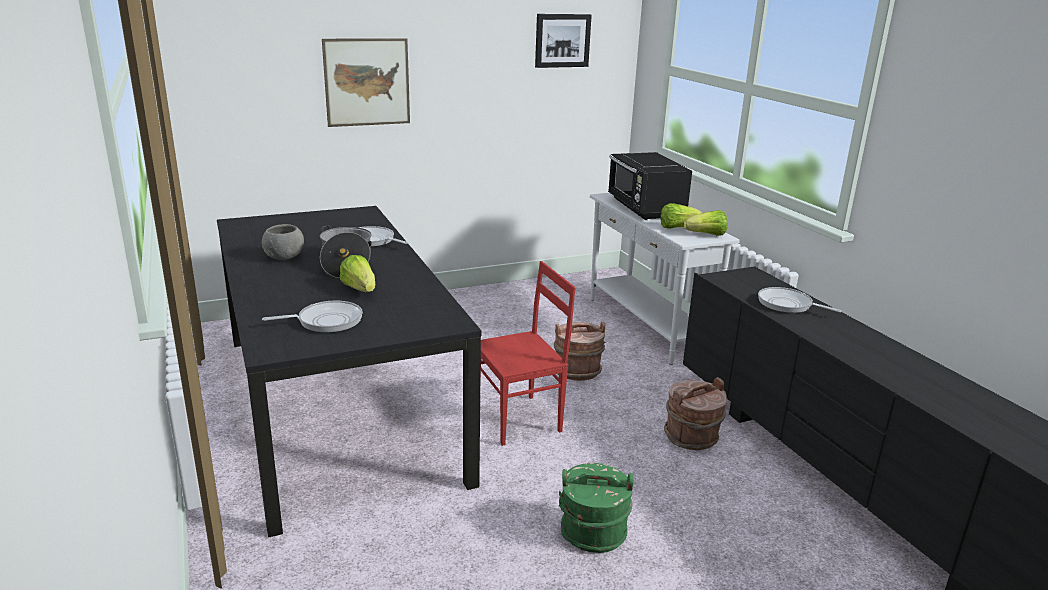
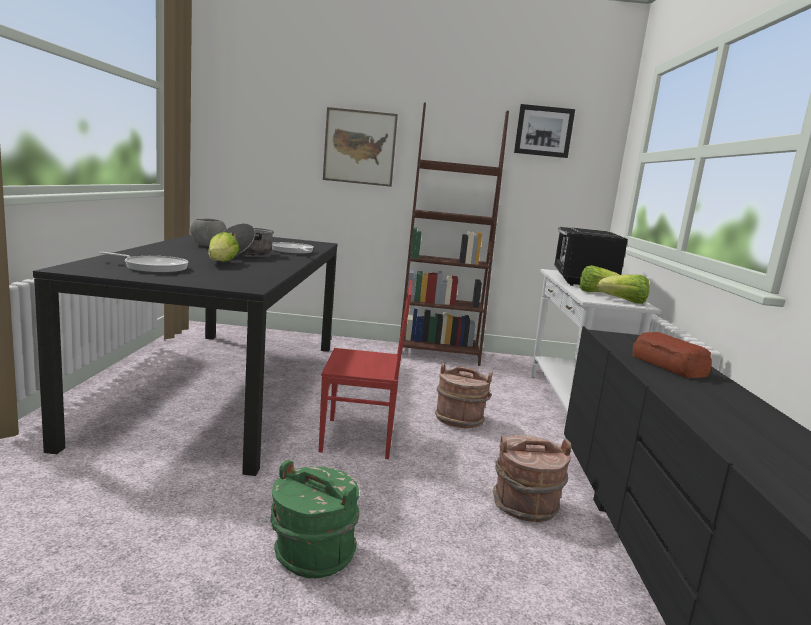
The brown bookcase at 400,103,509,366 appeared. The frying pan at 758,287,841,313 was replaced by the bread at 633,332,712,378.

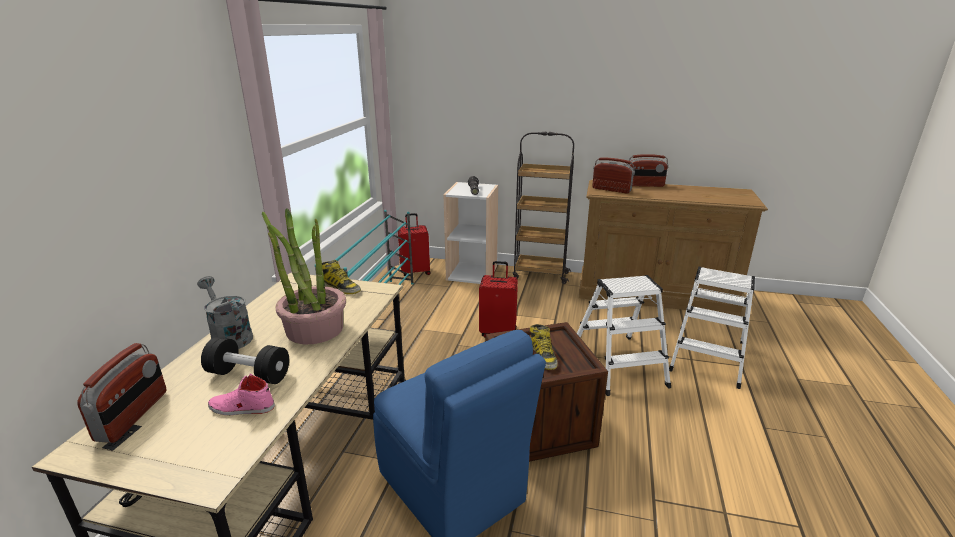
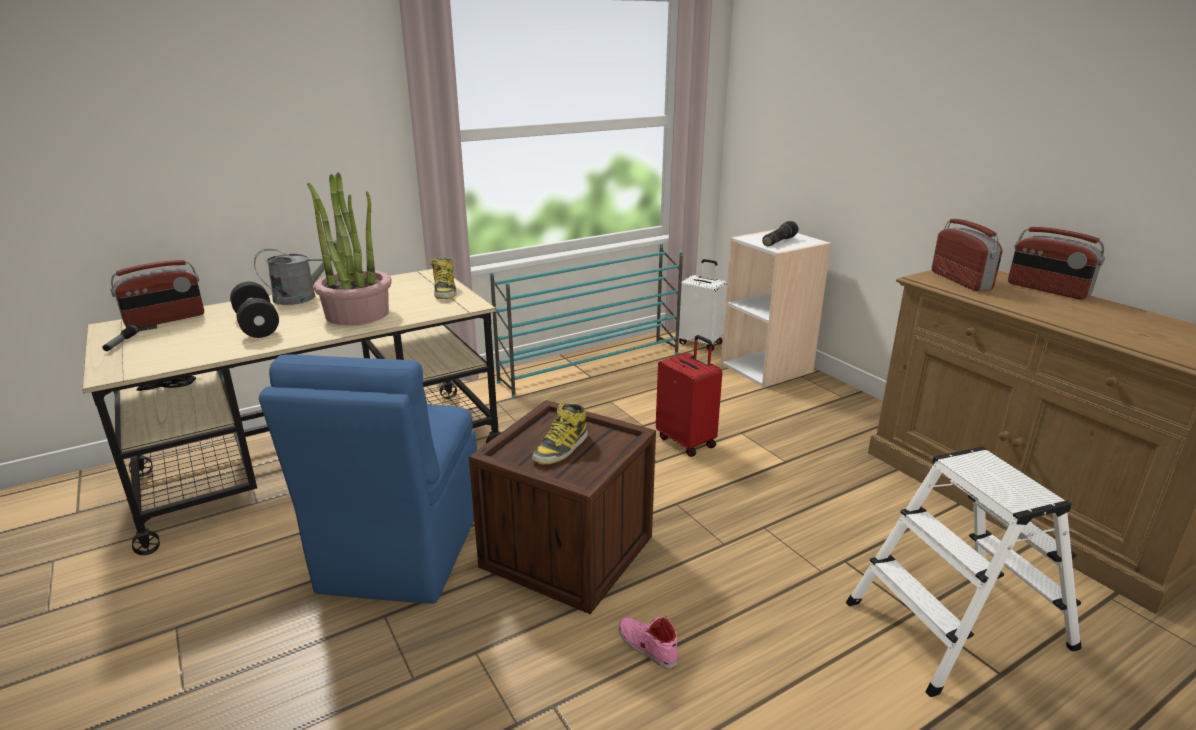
The flashlight at 102,324,139,351 appeared. The grey watering can at 197,276,253,349 turned 60 degrees clockwise. The pink shoe moved from 208,373,275,415 to 618,615,678,669. The red suitcase at 398,213,431,276 became the white suitcase at 679,259,727,351. The brown cart at 513,132,574,284 disappeared. The white step ladder at 577,275,671,396 disappeared.

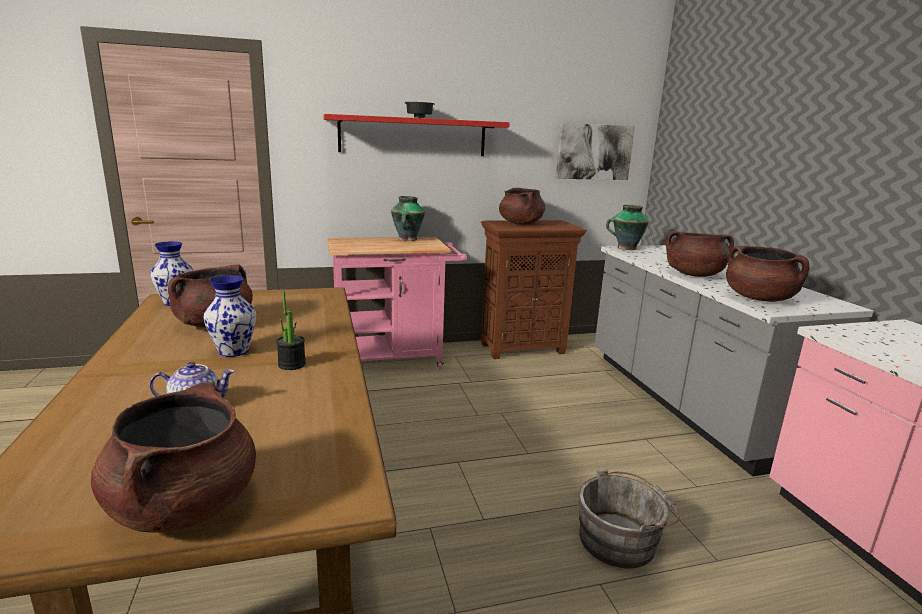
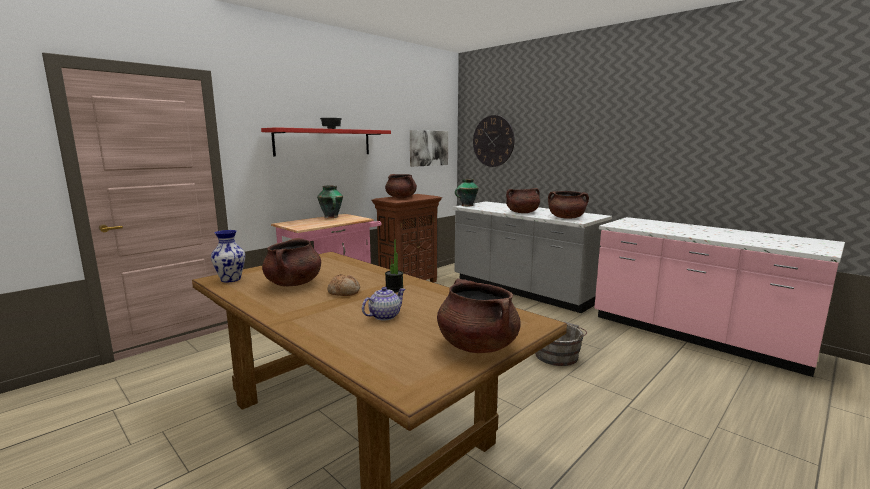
The vase at 204,275,256,357 was replaced by the bread at 327,274,360,296. The wall clock at 473,115,515,167 appeared.

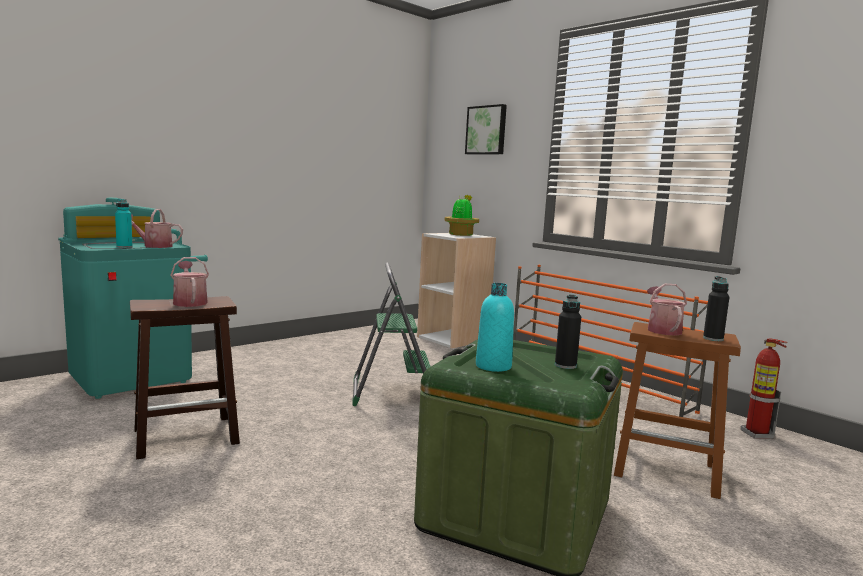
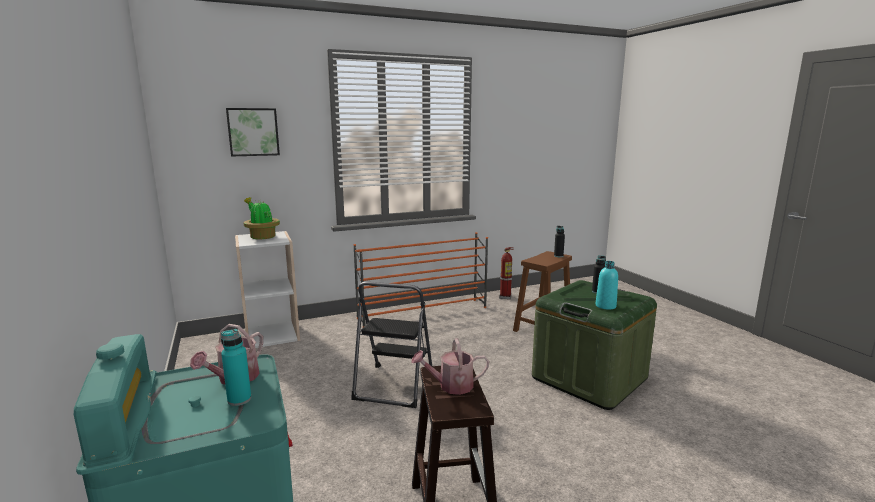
The green step ladder at 353,262,431,406 became the black step ladder at 351,282,432,408. The watering can at 647,283,687,336 disappeared.

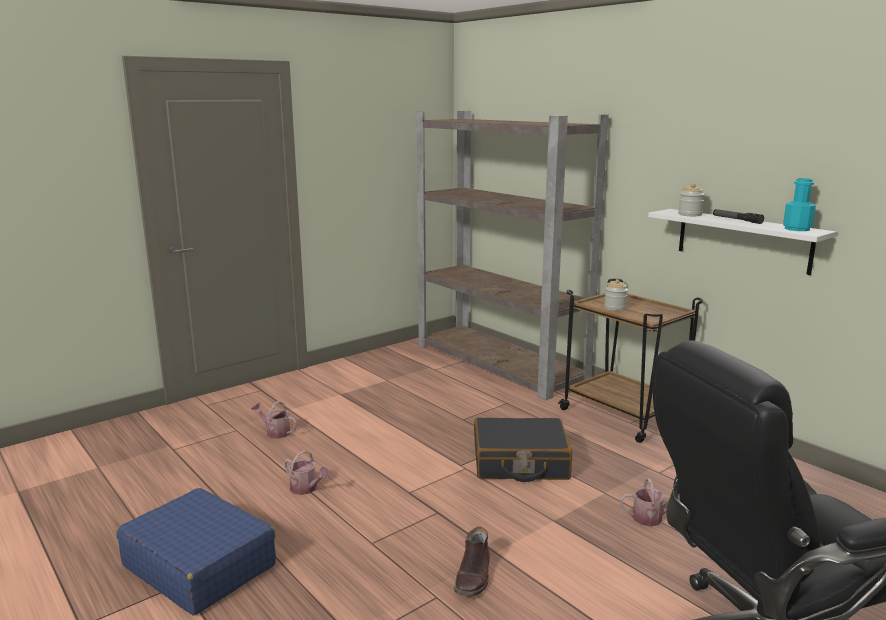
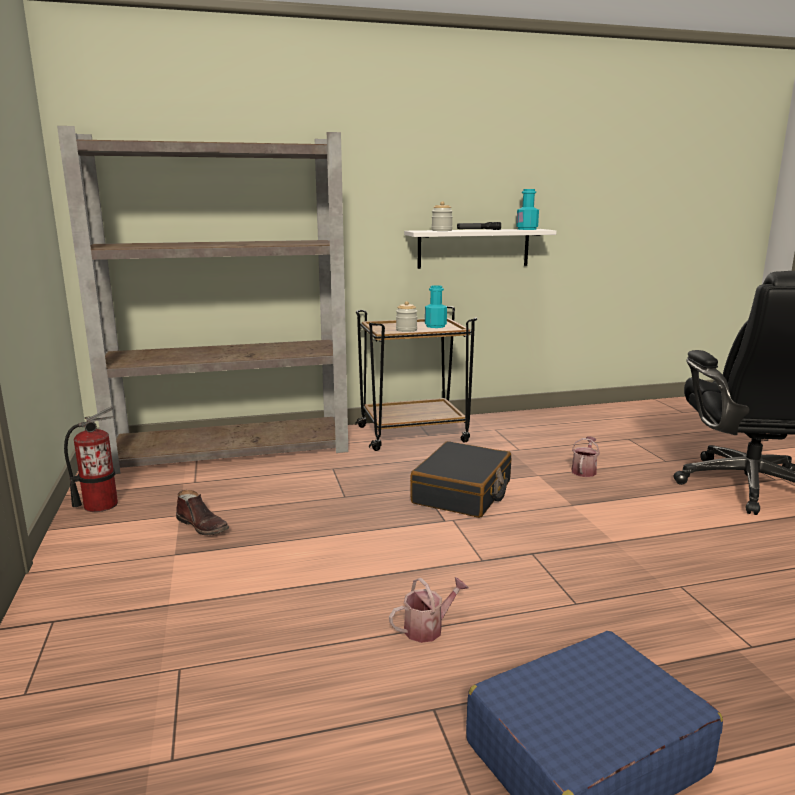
The fire extinguisher at 64,407,118,512 appeared. The brown boot moved from 454,527,490,596 to 176,490,229,535. The turquoise bottle at 425,285,447,328 appeared. The watering can at 252,401,297,439 disappeared.

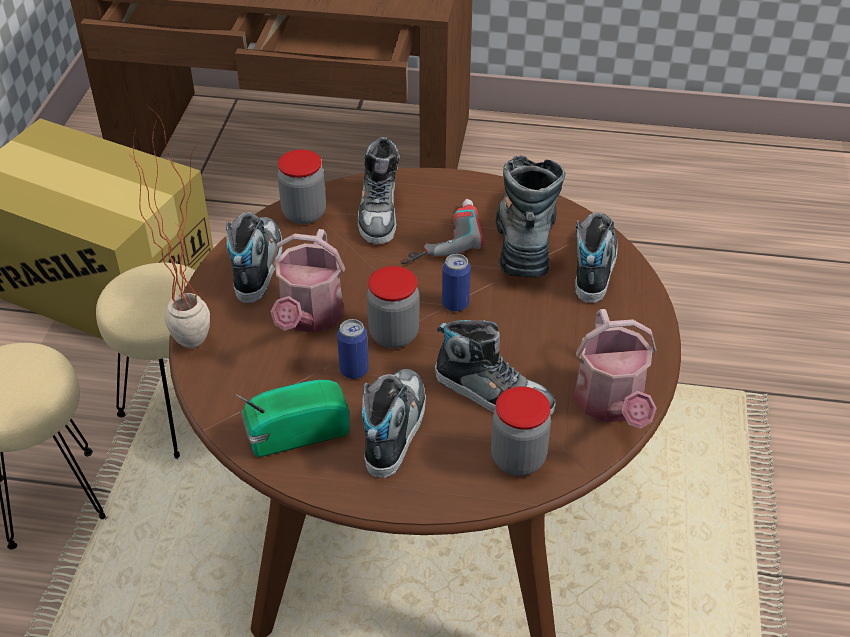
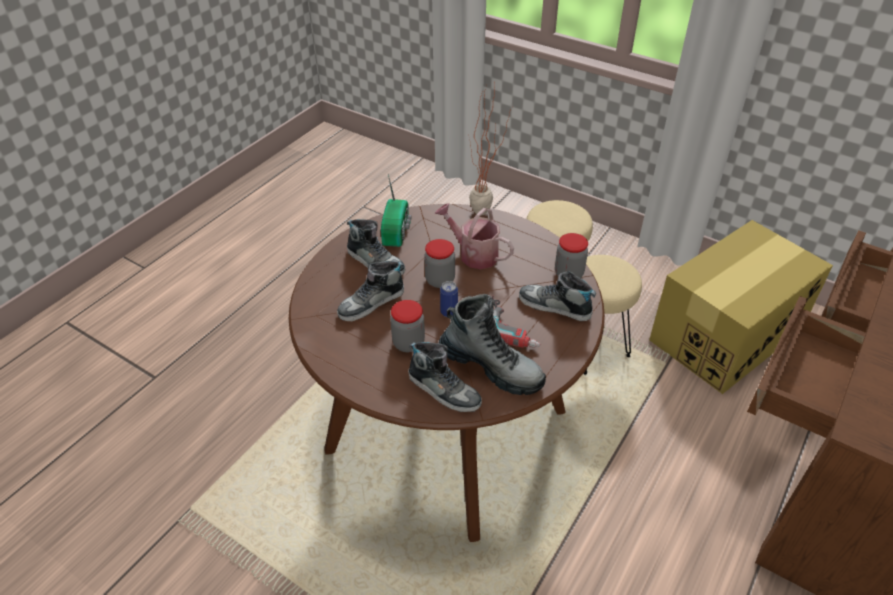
The jar moved from 491,386,551,476 to 390,300,425,352. The shoe at 226,212,282,303 disappeared. The can at 337,319,369,379 disappeared. The watering can at 574,309,657,429 disappeared.

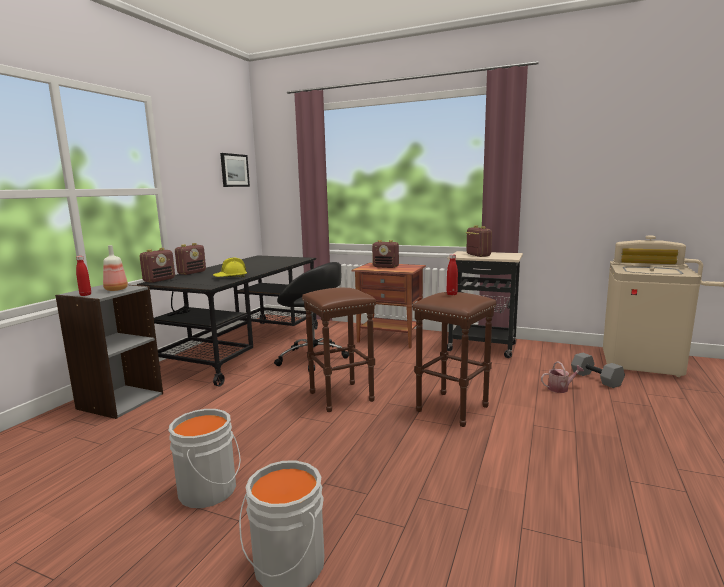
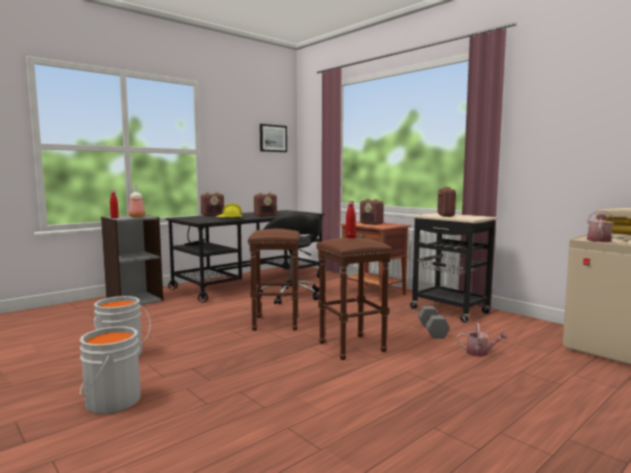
The radio moved from 139,248,175,283 to 254,192,277,217. The grey dumbbell moved from 571,353,625,388 to 418,306,450,338. The watering can at 587,210,614,242 appeared.

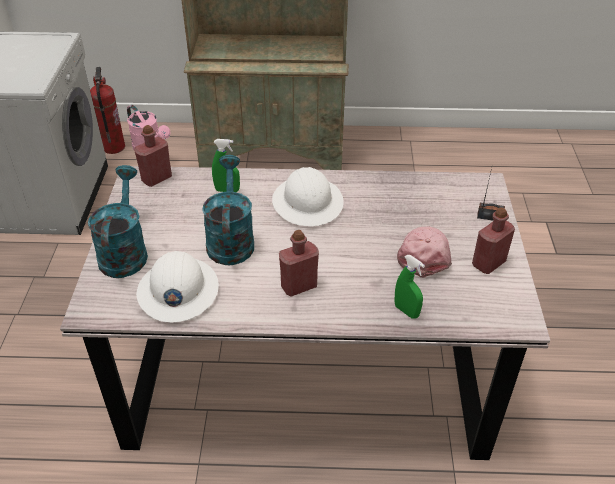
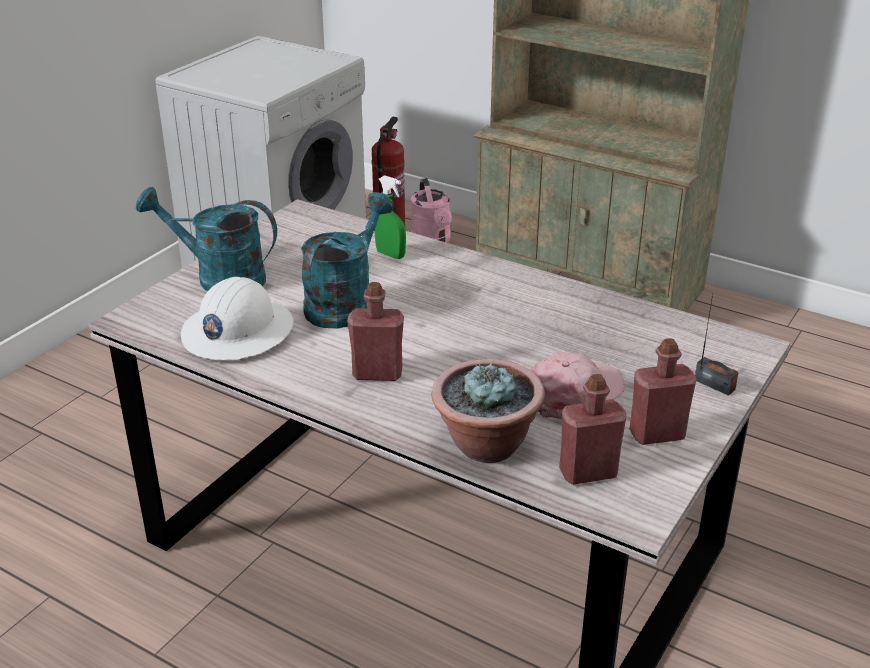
The turquoise watering can at 88,165,148,278 turned 105 degrees counterclockwise. The green spray bottle at 394,255,425,319 was replaced by the potted plant at 432,359,545,463. The red bottle moved from 134,125,172,187 to 559,374,626,485. The white hard hat at 272,167,344,227 disappeared.

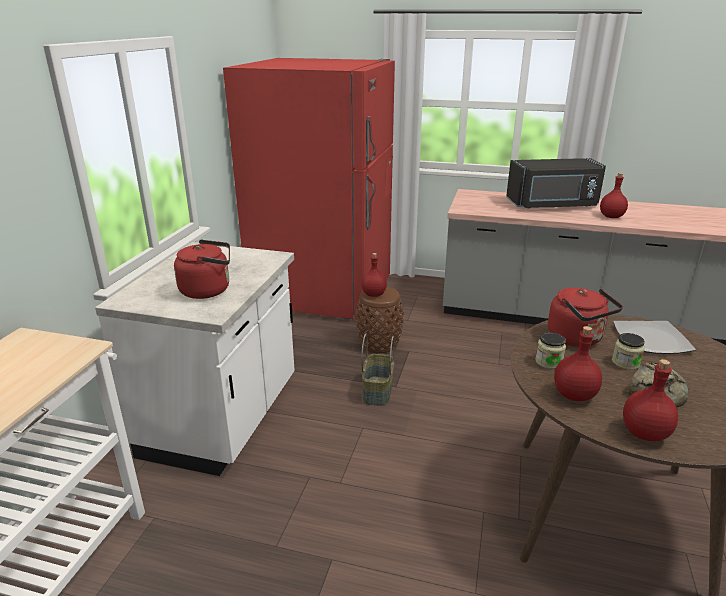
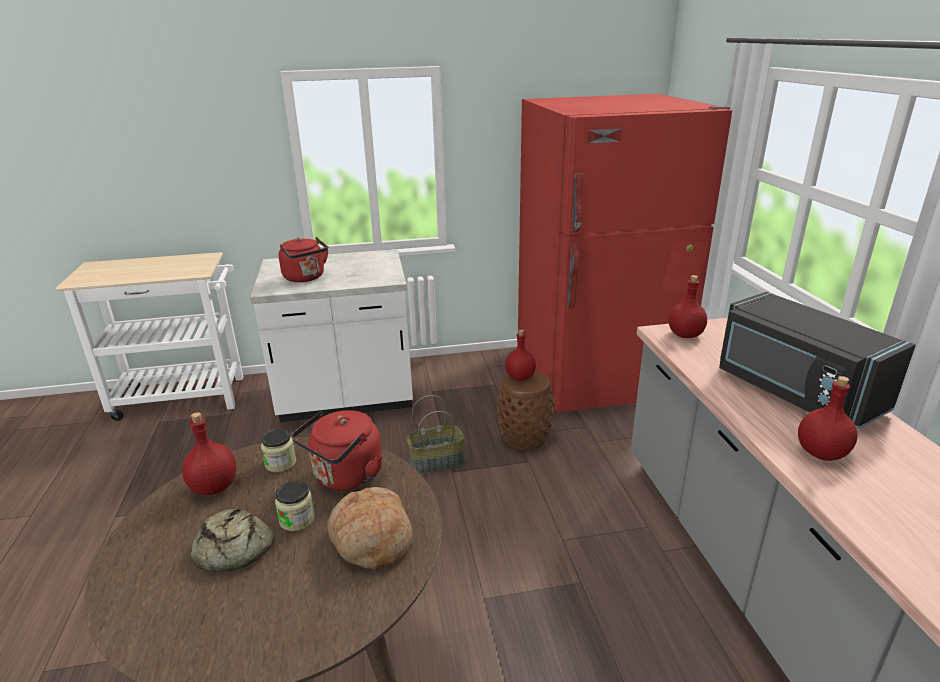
The plate at 613,321,696,354 was replaced by the bread at 327,487,413,569. The red bottle moved from 623,359,678,441 to 668,275,707,338.

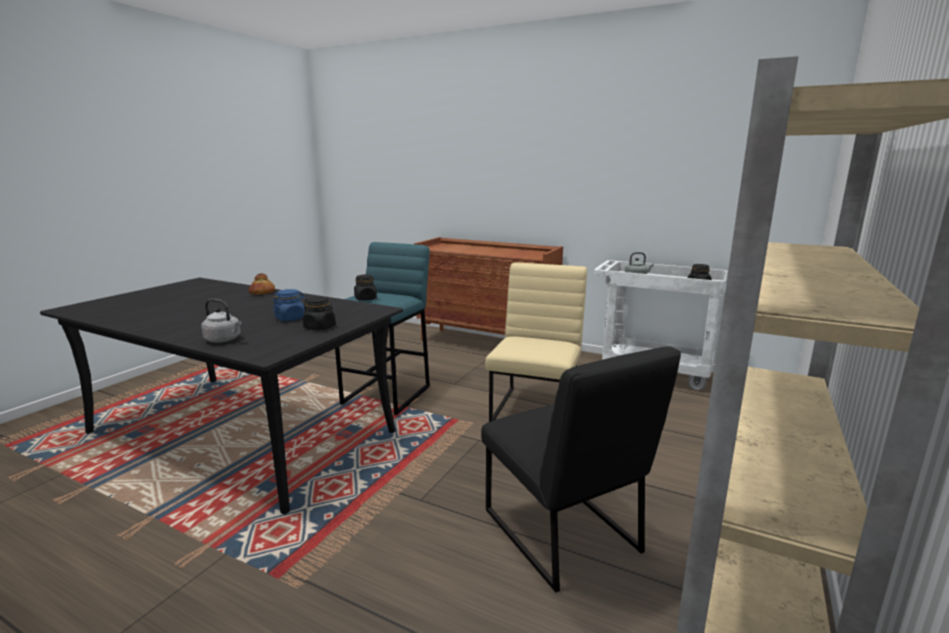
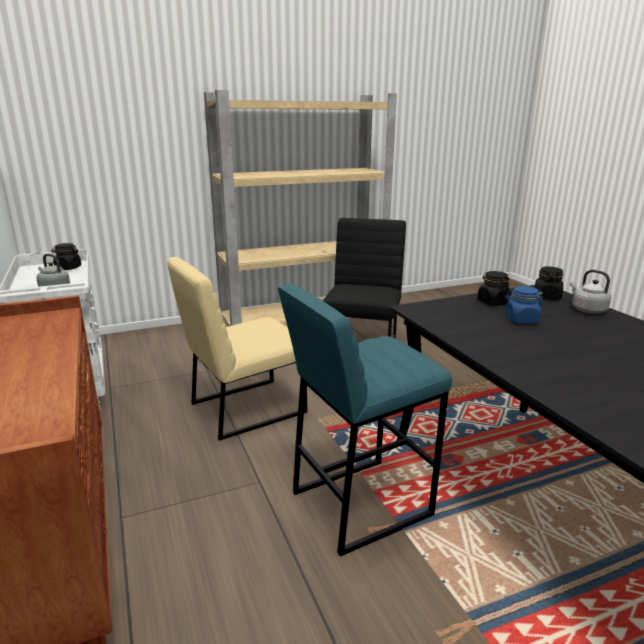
The black jar moved from 354,275,377,301 to 535,267,563,300. The bread at 248,273,275,295 disappeared.

